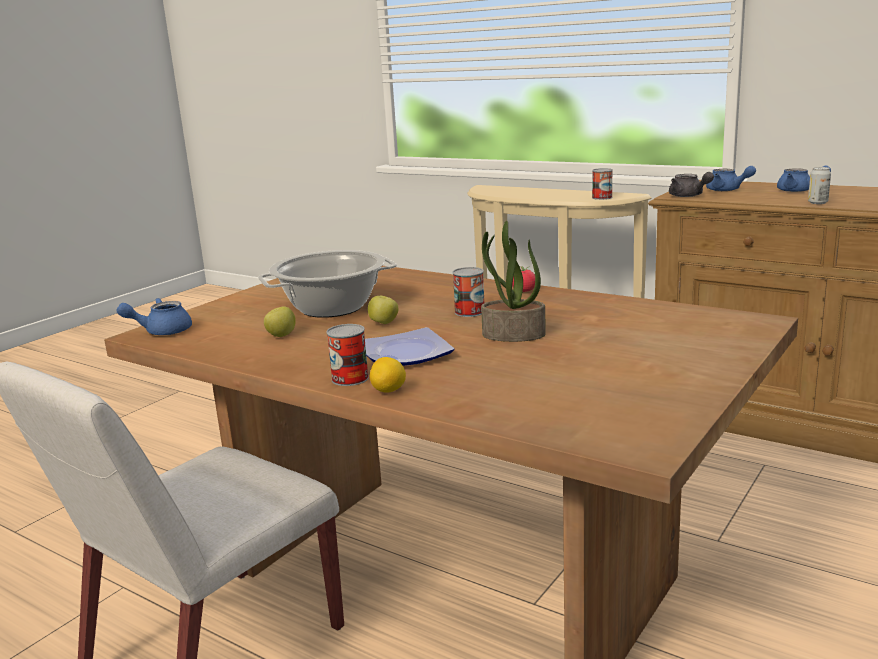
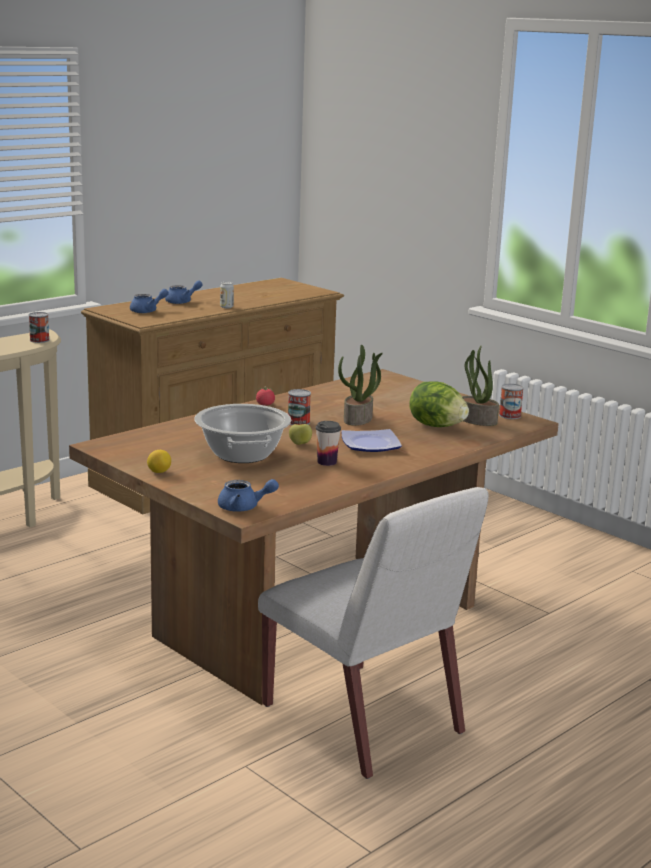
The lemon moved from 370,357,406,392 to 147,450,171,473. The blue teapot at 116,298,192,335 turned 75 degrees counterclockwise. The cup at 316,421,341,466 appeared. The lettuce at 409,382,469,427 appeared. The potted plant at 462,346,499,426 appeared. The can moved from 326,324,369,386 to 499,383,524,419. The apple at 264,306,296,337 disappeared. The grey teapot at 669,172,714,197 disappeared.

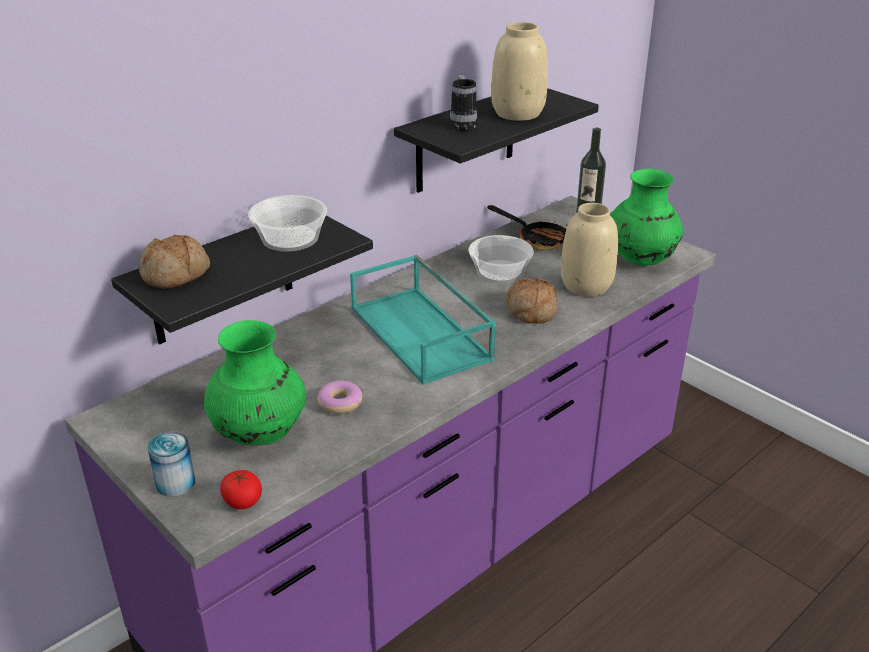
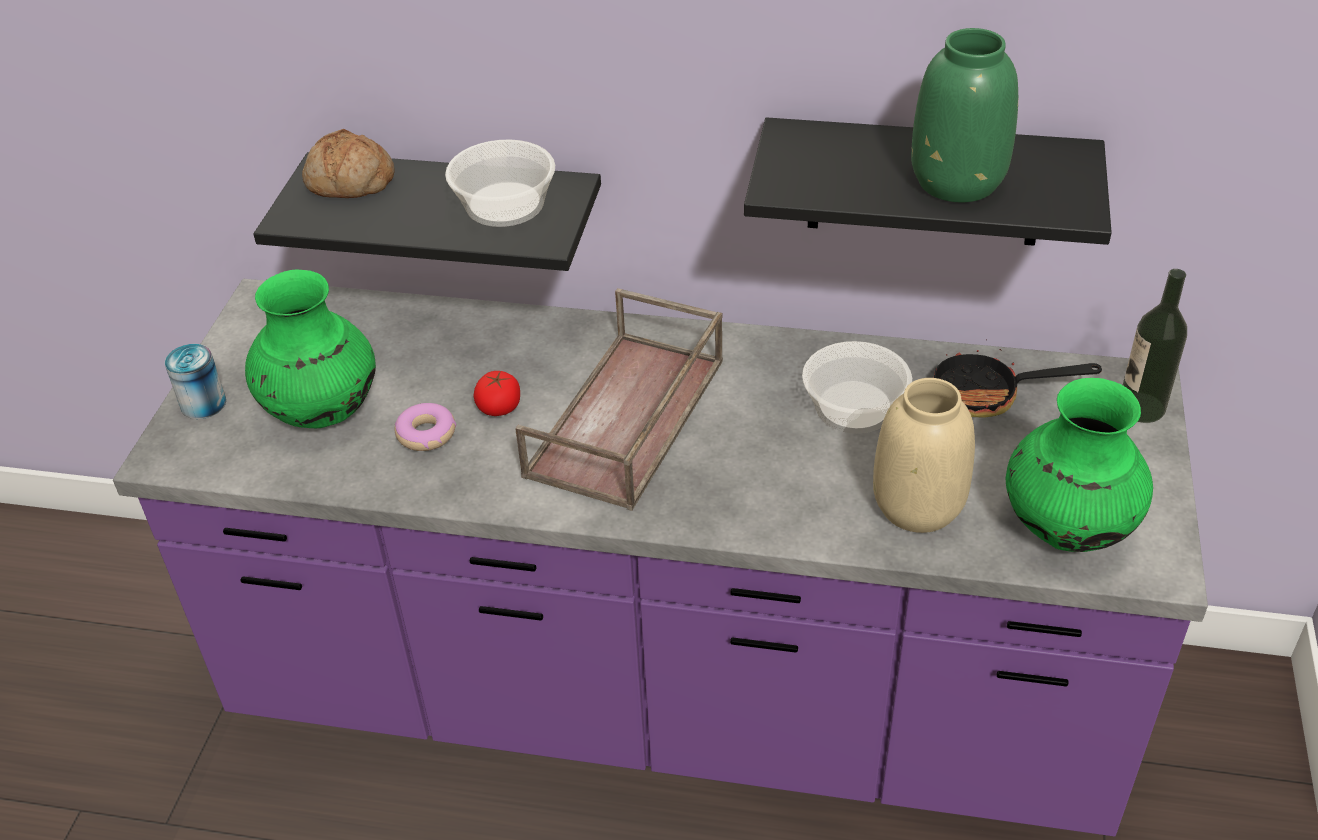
The tomato moved from 220,470,262,509 to 473,371,520,416. The turquoise tray at 350,255,496,385 became the brown tray at 515,288,723,511. The beige vase at 491,22,548,121 became the green vase at 911,28,1018,203. The frying pan at 487,205,568,251 turned 90 degrees clockwise. The mug at 450,74,477,131 disappeared. The bread at 506,277,558,324 disappeared.

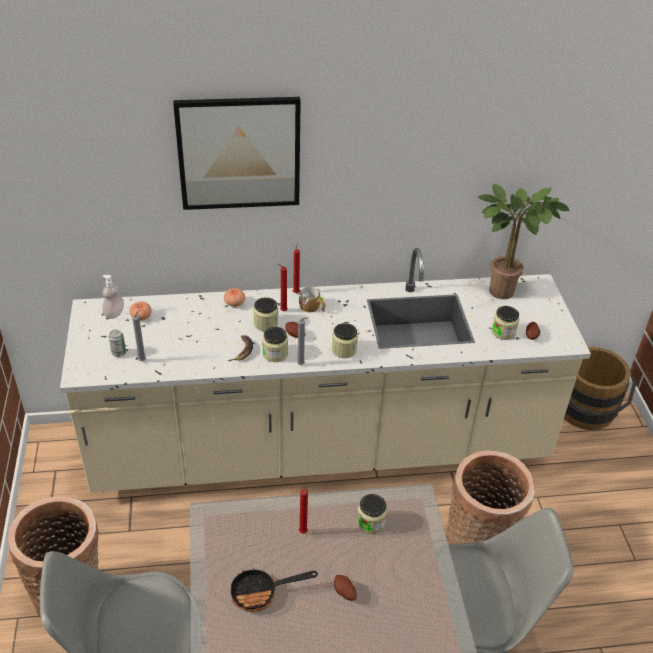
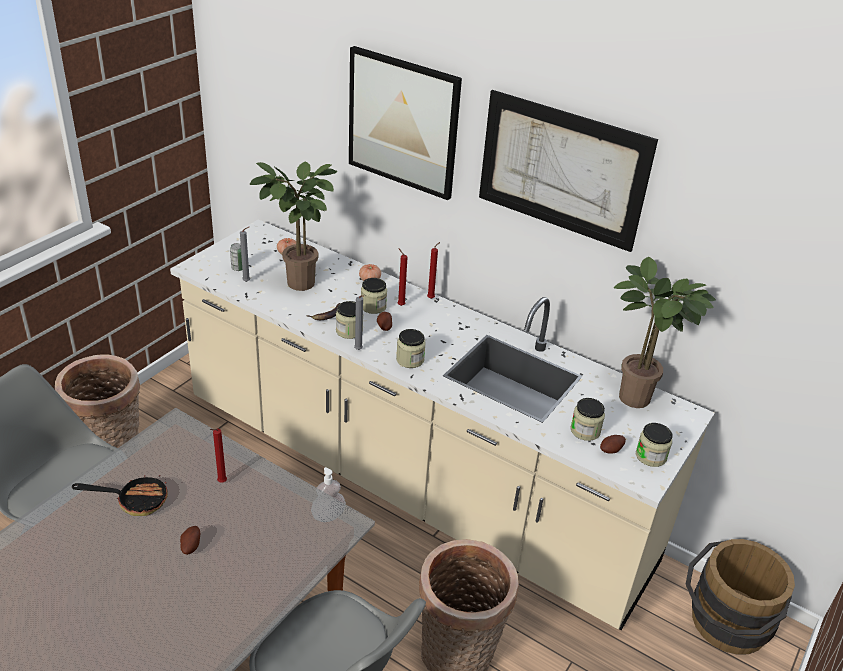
The frying pan at 231,567,318,612 turned 150 degrees clockwise. The potted plant at 250,162,338,291 appeared. The soap dispenser moved from 102,275,124,319 to 311,467,346,522. The picture at 479,90,658,252 appeared. The jar moved from 357,494,387,534 to 636,423,672,467. The mug at 299,287,326,312 disappeared.

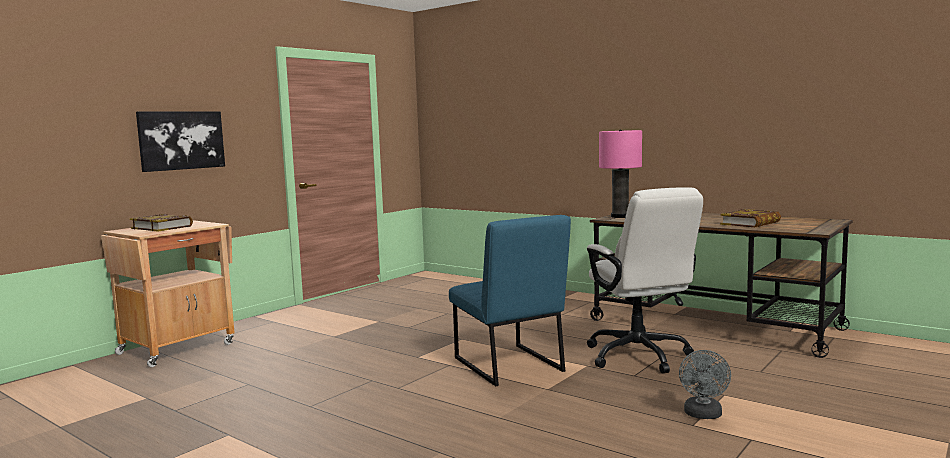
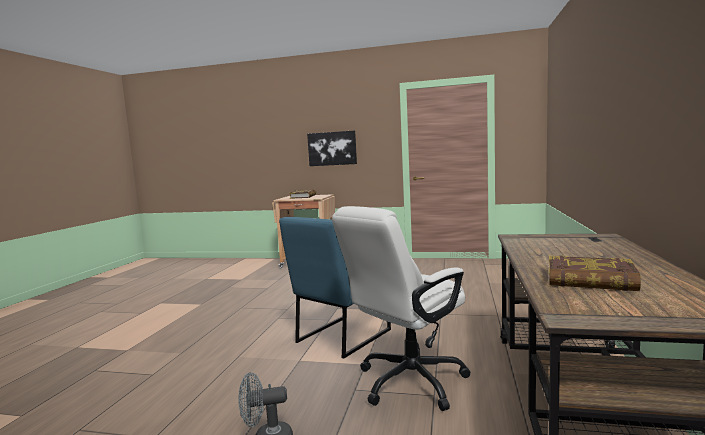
The pink table lamp at 599,130,642,218 disappeared.

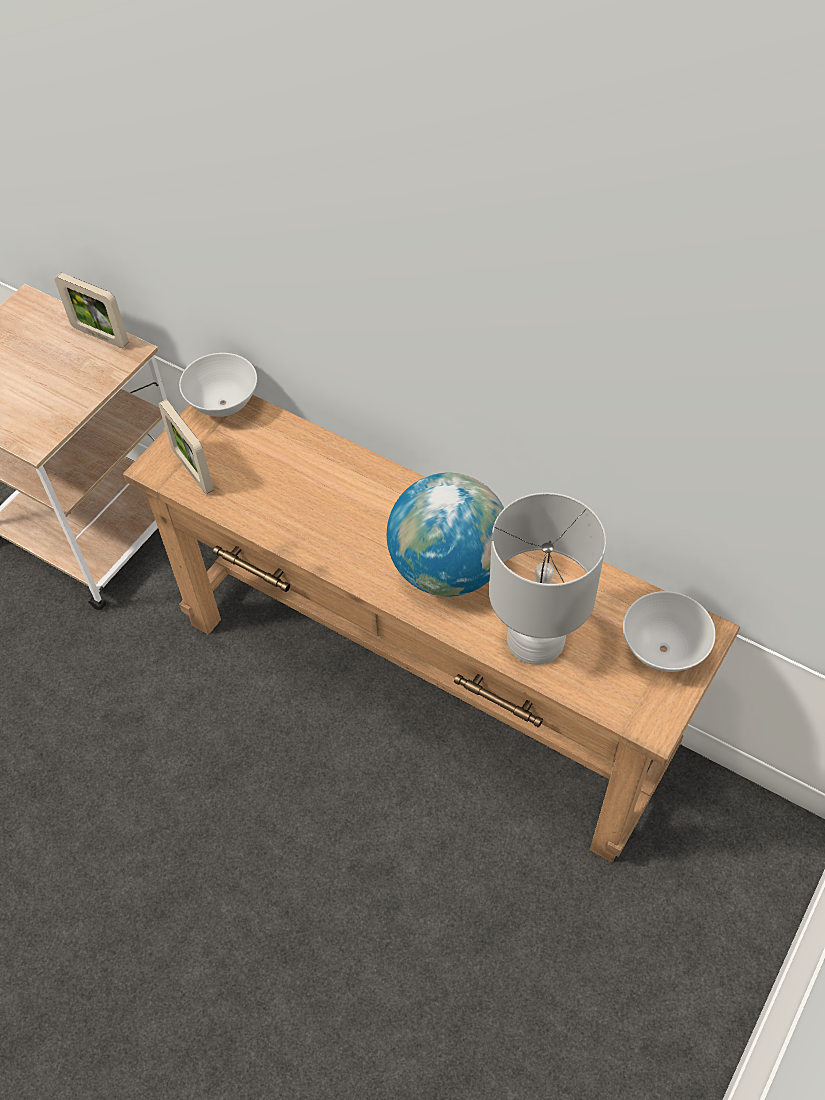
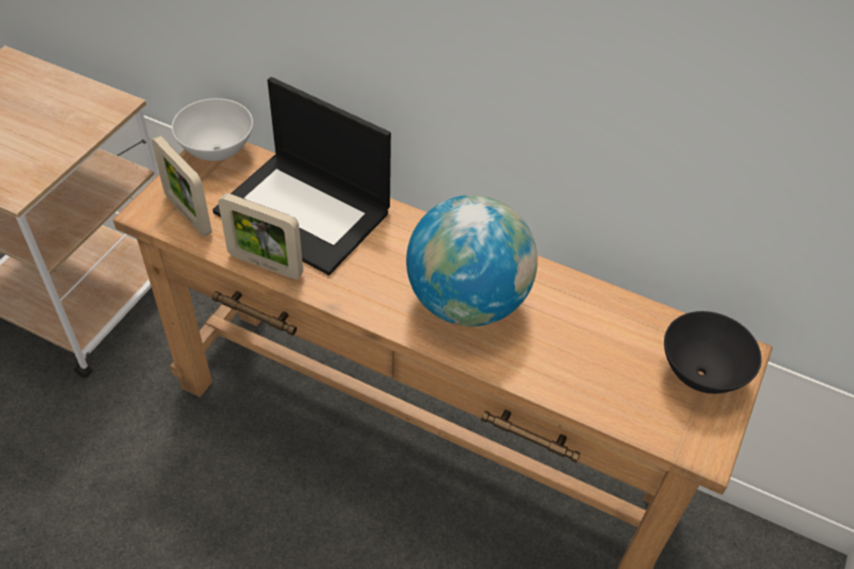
The laptop at 213,77,391,275 appeared. The picture frame moved from 55,273,129,348 to 218,193,303,279. The white bowl at 623,591,716,672 became the black bowl at 664,311,762,394. The grey table lamp at 489,492,606,665 disappeared.

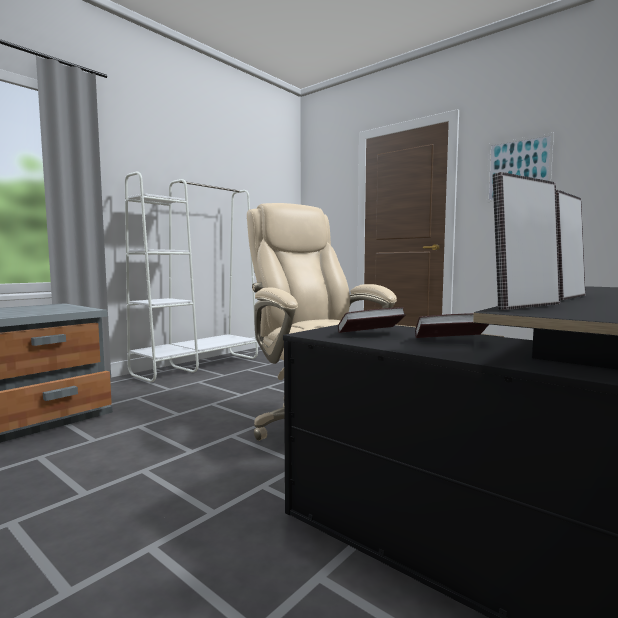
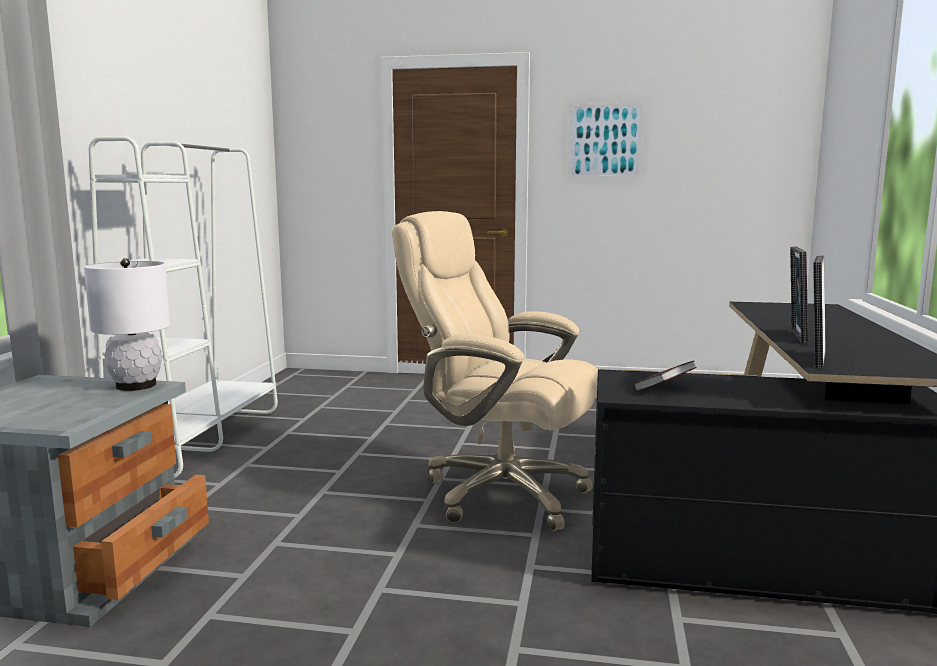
The white table lamp at 84,258,170,391 appeared. The book at 415,313,489,338 disappeared.

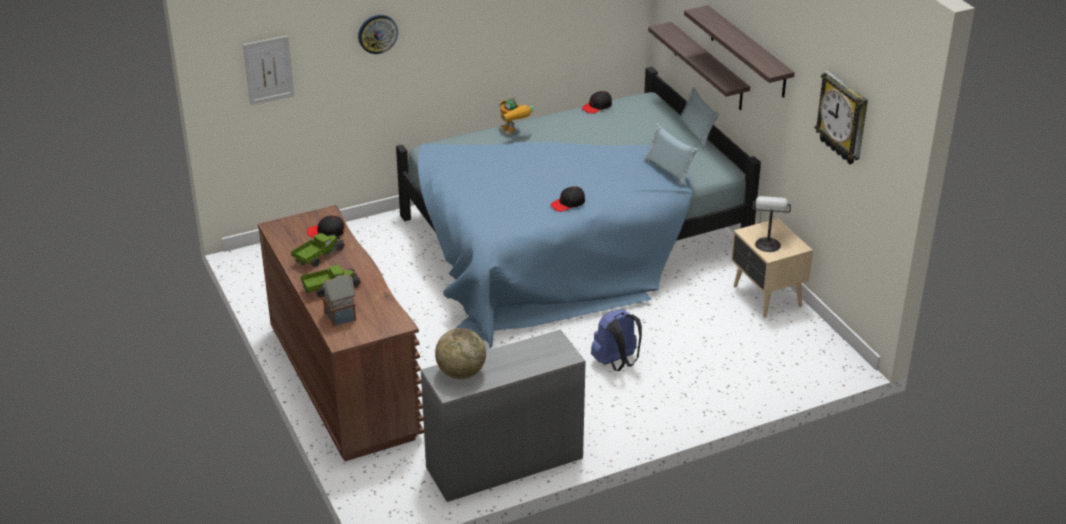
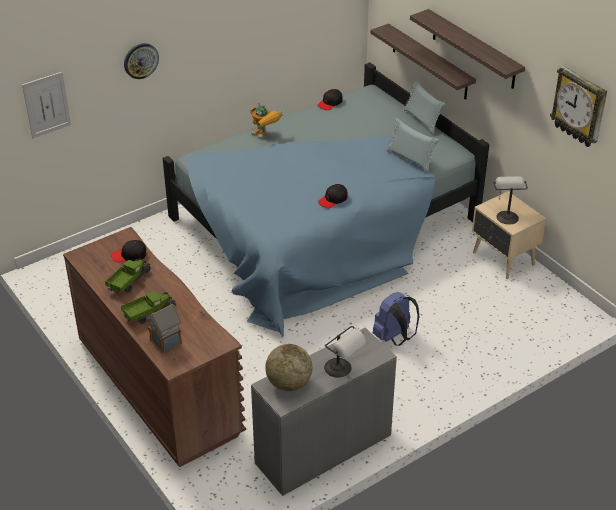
The table lamp at 324,326,366,378 appeared.

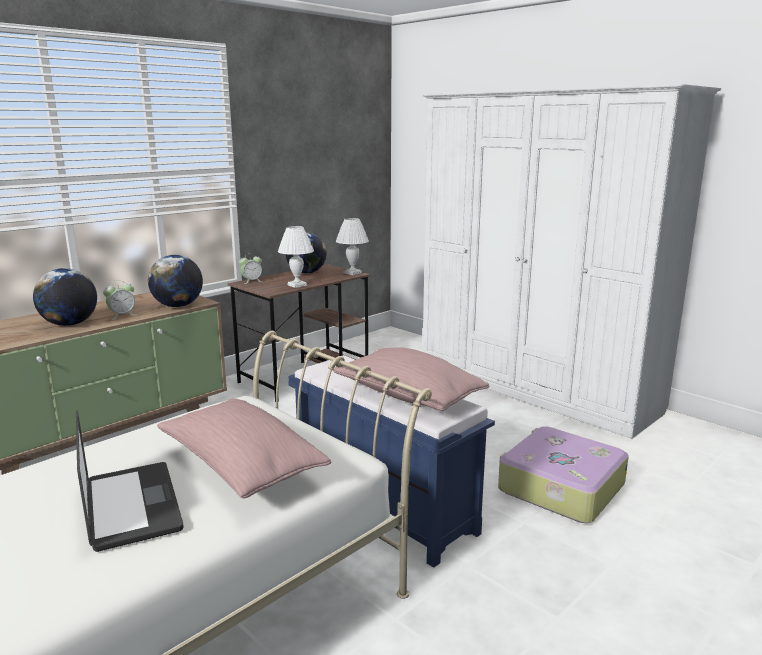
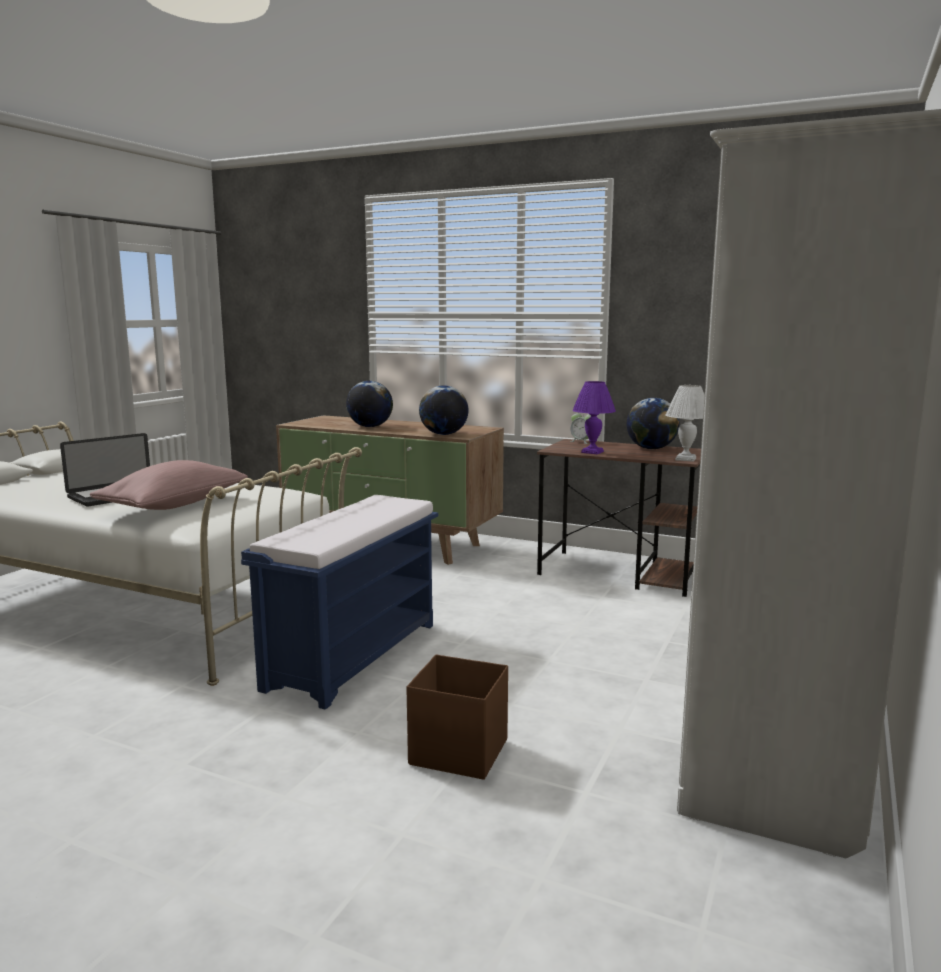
The suitcase at 498,426,629,523 was replaced by the brown storage box at 406,654,508,780. The white table lamp at 278,226,314,288 became the purple table lamp at 572,381,616,454. The alarm clock at 103,280,136,320 disappeared. The pink pillow at 333,347,490,411 disappeared.

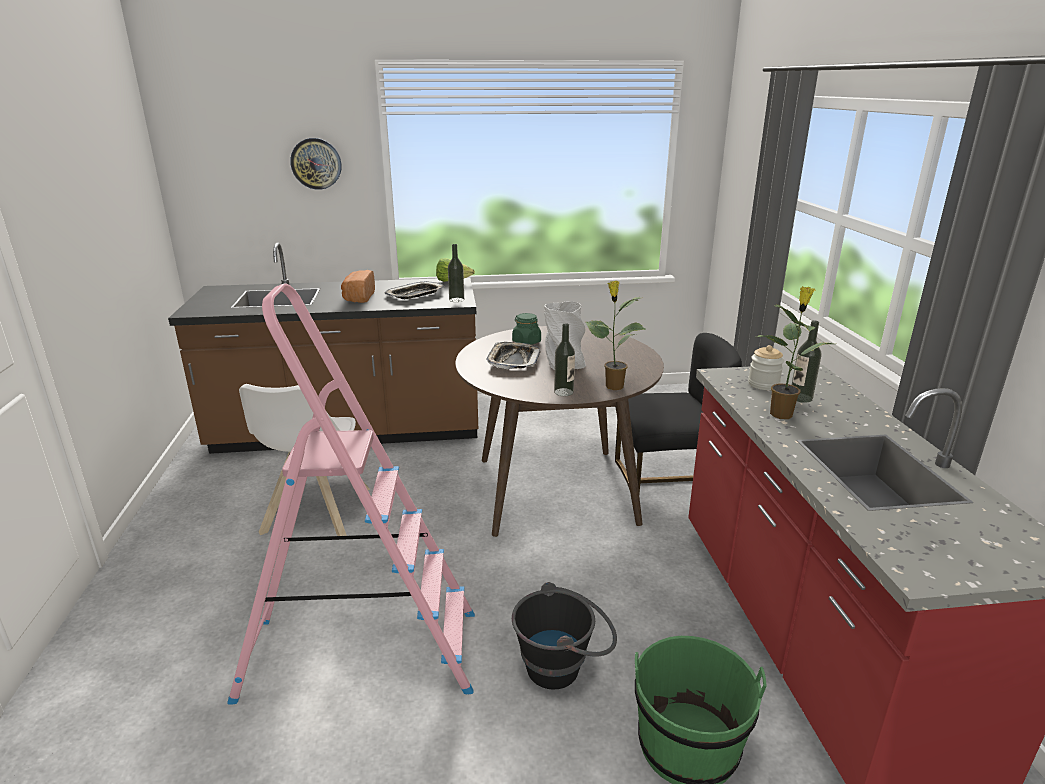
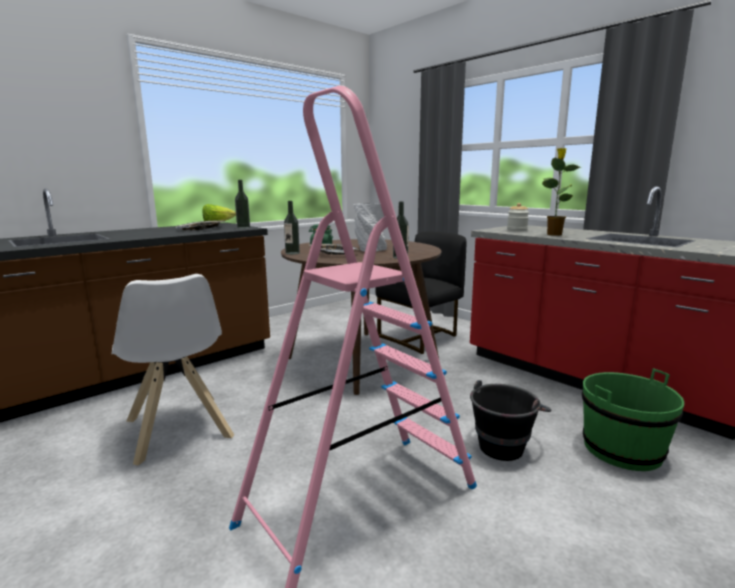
The bottle moved from 792,321,822,403 to 284,201,300,255. The wall clock at 290,138,342,190 disappeared. The bread at 341,270,375,303 disappeared. The potted plant at 585,281,646,390 disappeared.

